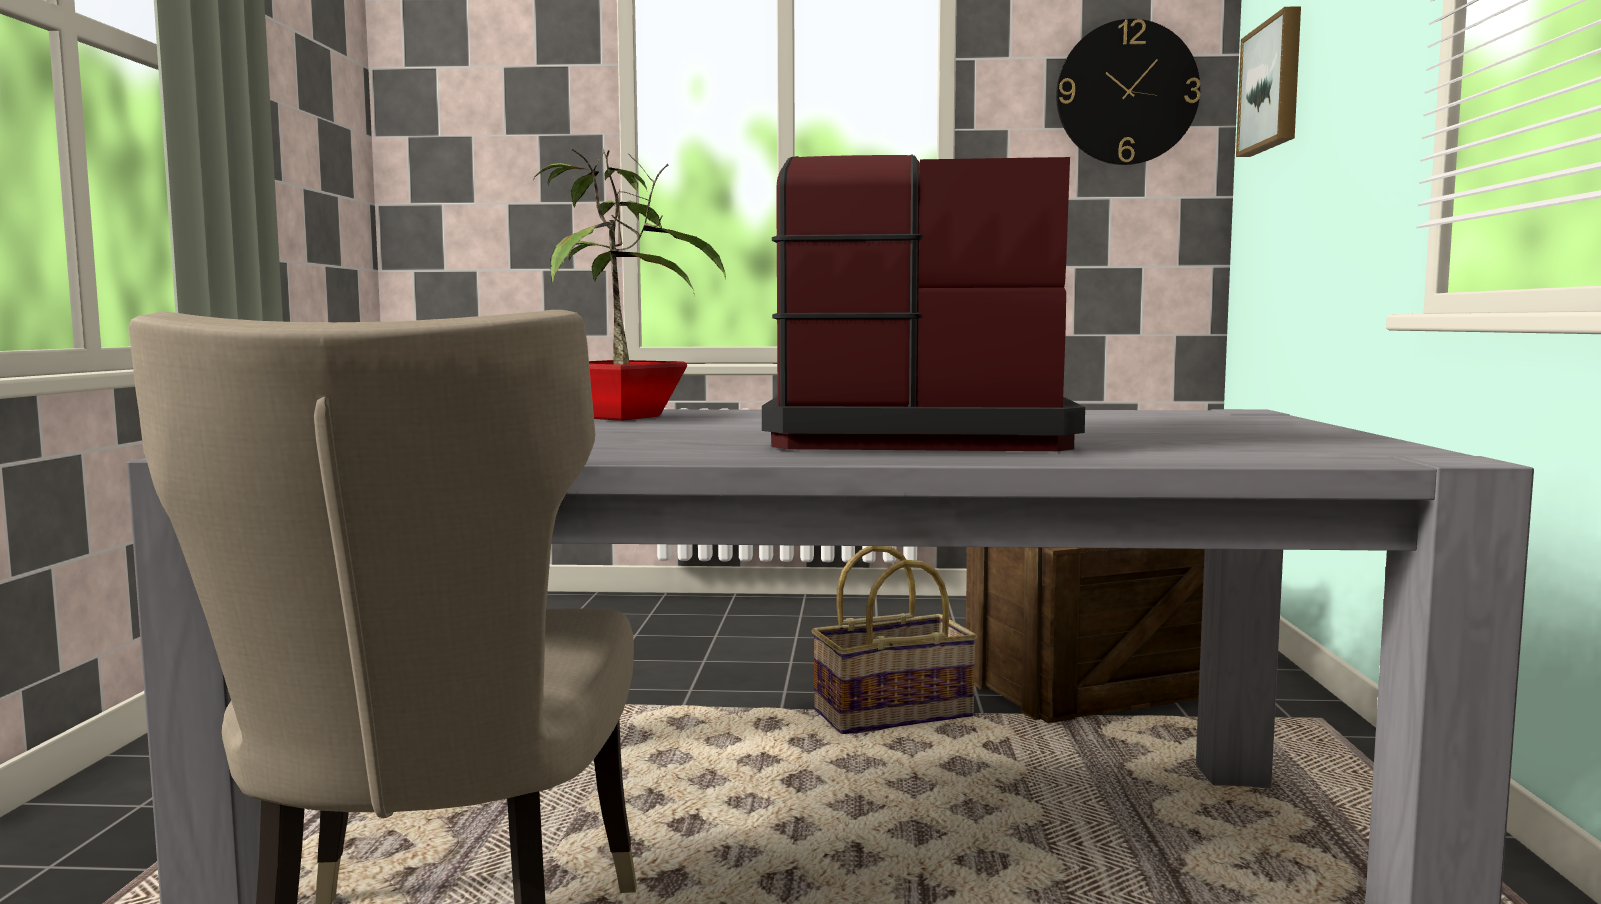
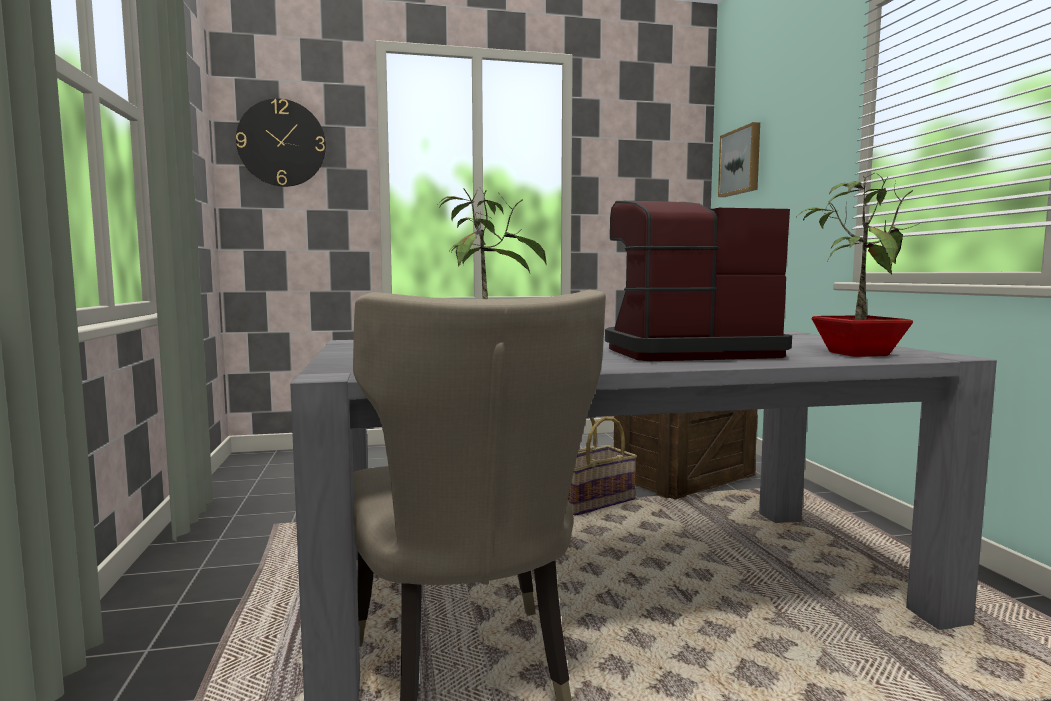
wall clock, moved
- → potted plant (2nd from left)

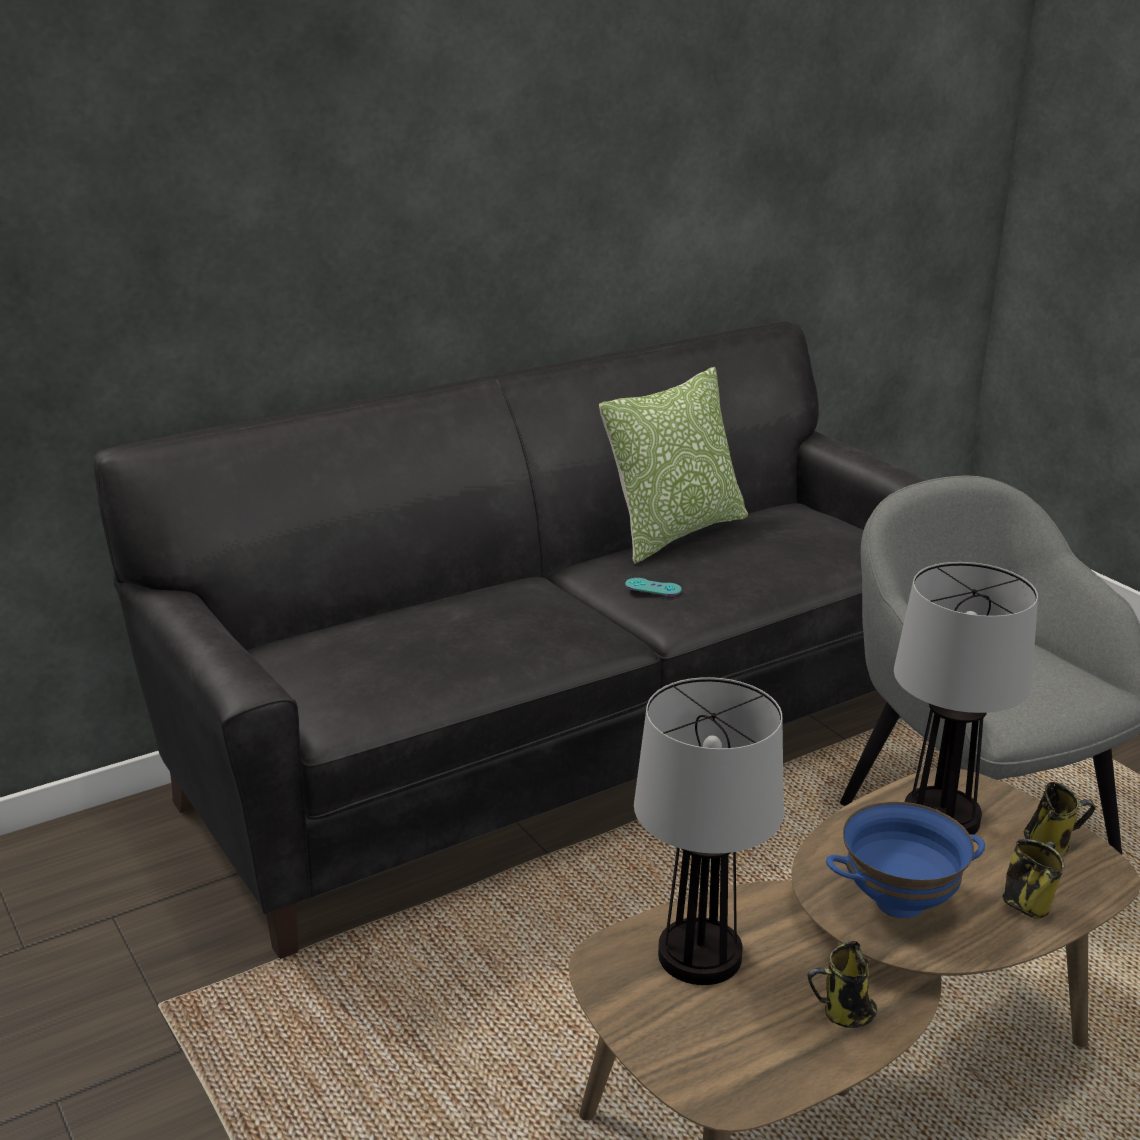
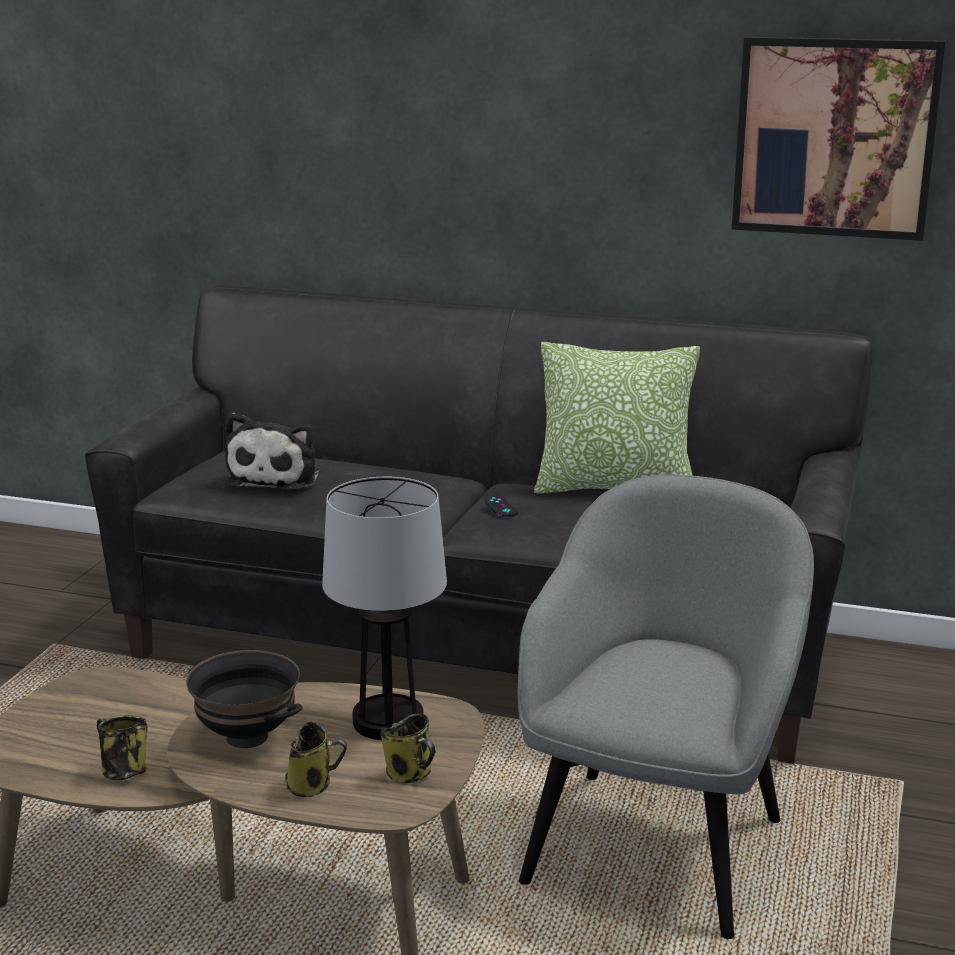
blue-green game controller → black-coloured game controller
table lamp (1st from left) → -
bluish deep dish → black-coloured deep dish
- → cuddly toy
- → wall picture

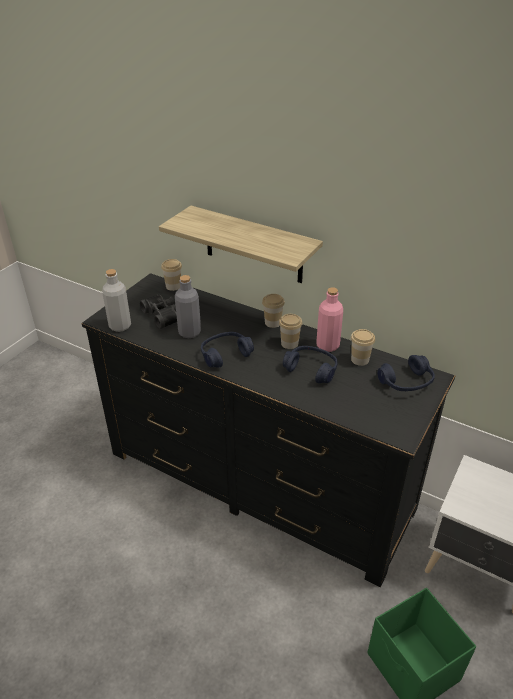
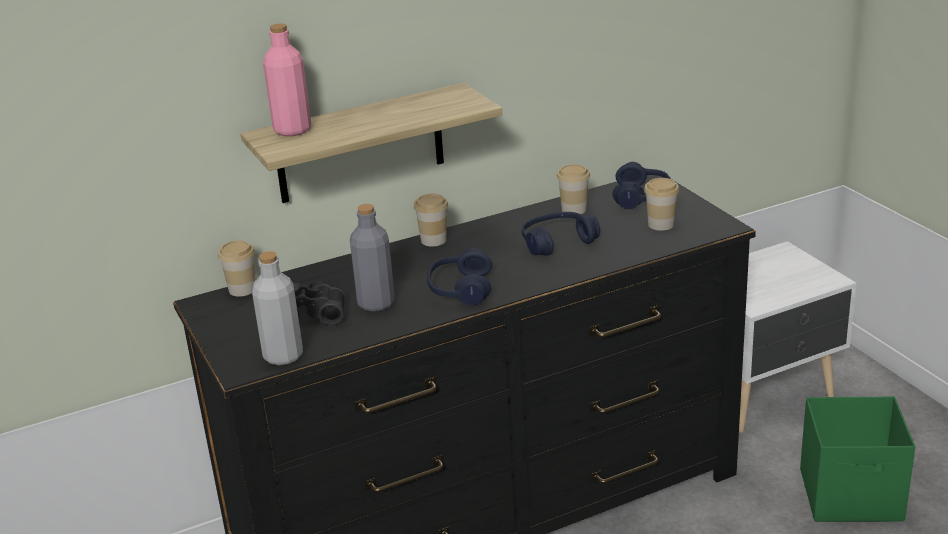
drinking cup (3rd from left in the first image) → drinking cup (4th from left), moved
pink drink bottle, moved

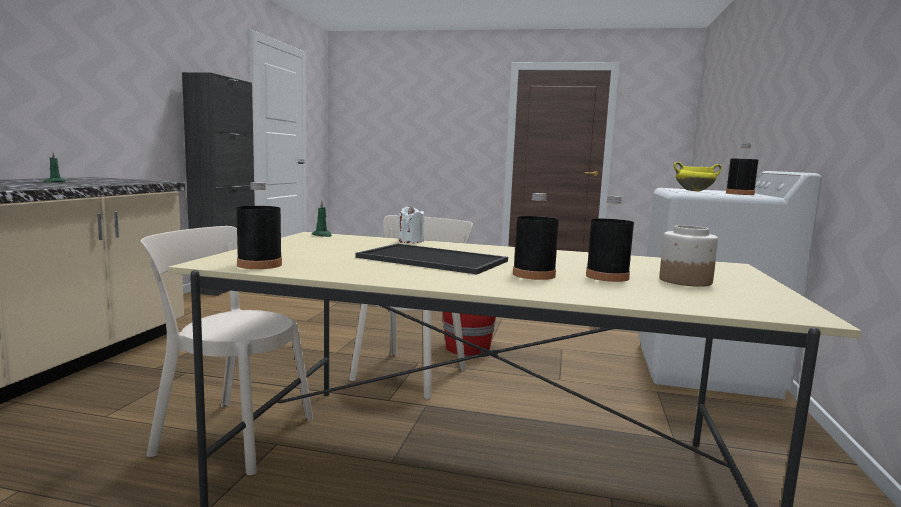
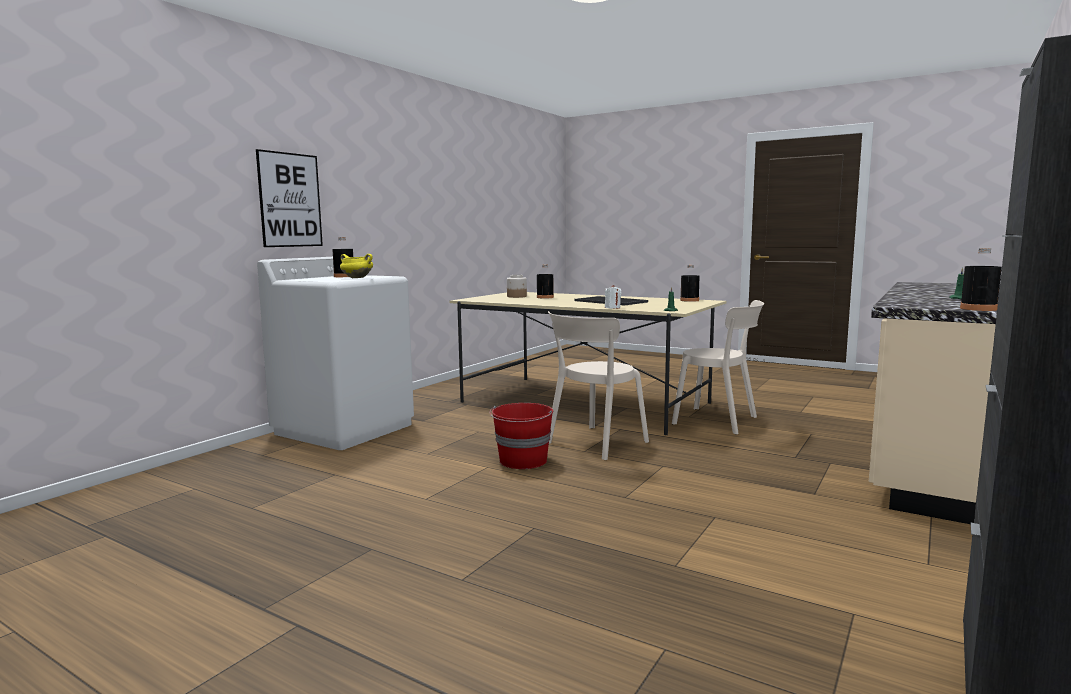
black-coloured drink bottle (2nd from left in the first image) → black-coloured drink bottle (4th from left), moved
- → wall picture

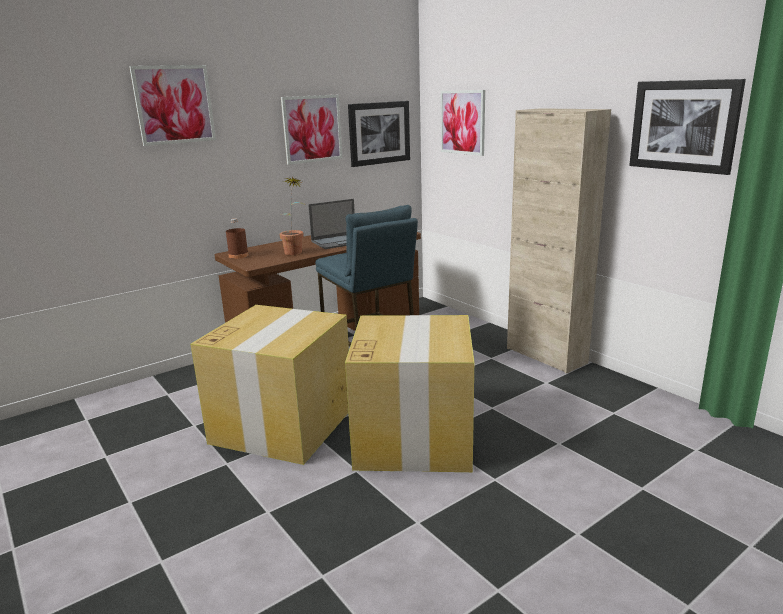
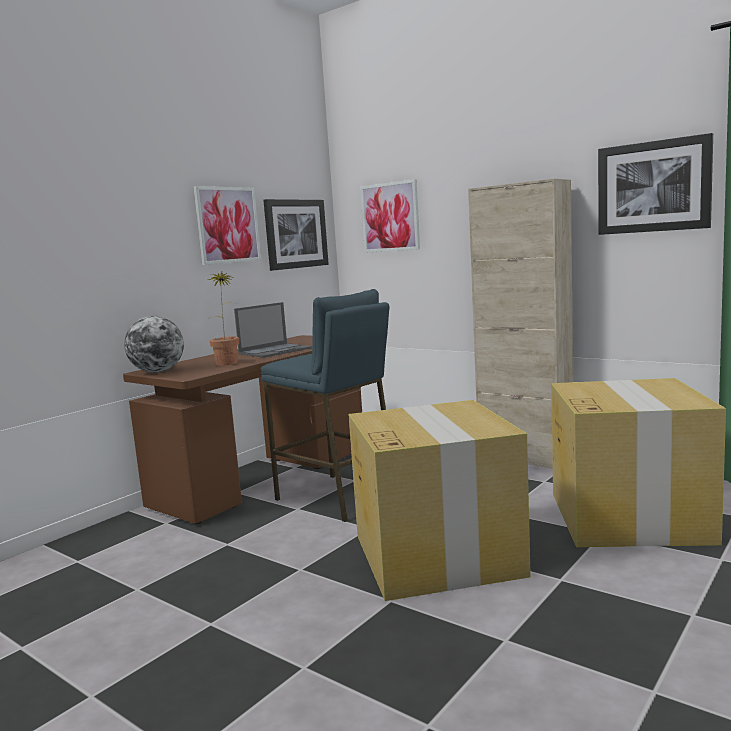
wall picture (1st from left) → -
carton (1st from left in the first image) → carton (2nd from left), moved
brownish drink bottle → desk globe

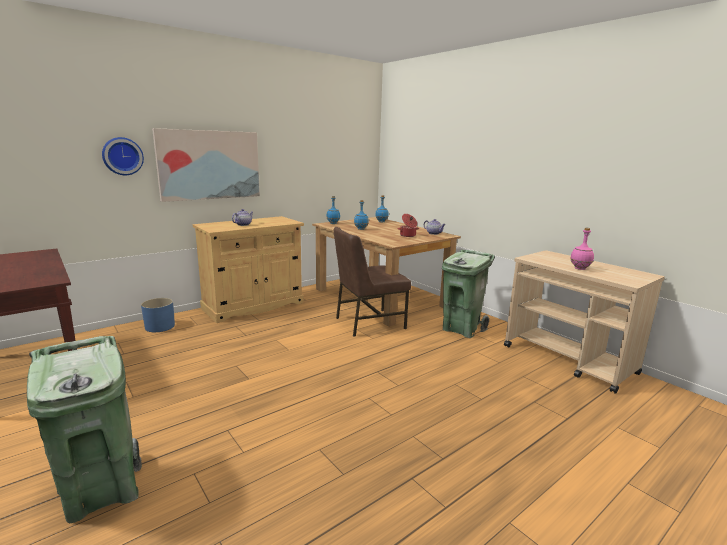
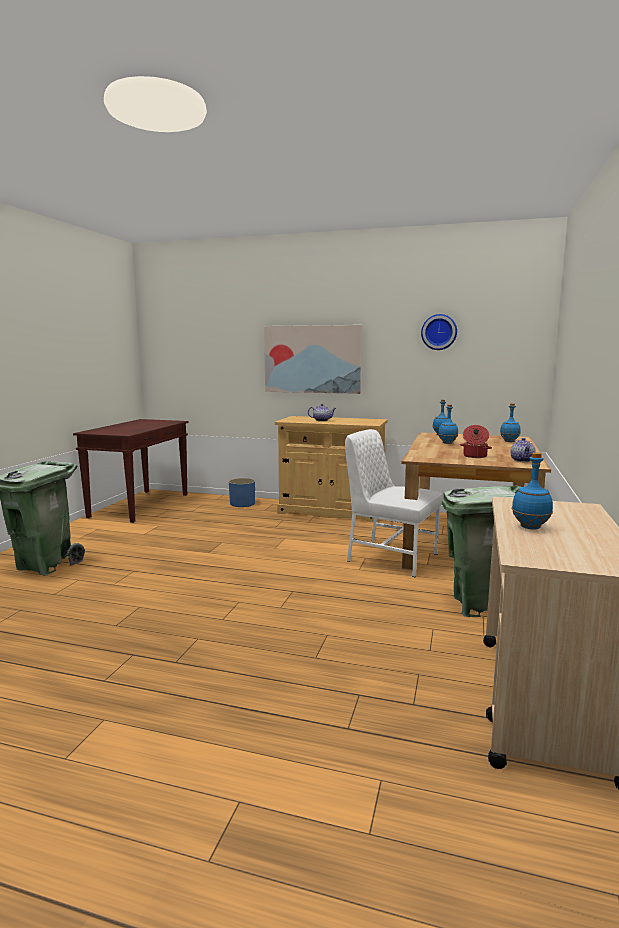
wall clock, moved
brownish chair → white chair
pink drink bottle → bluish drink bottle (4th from left)

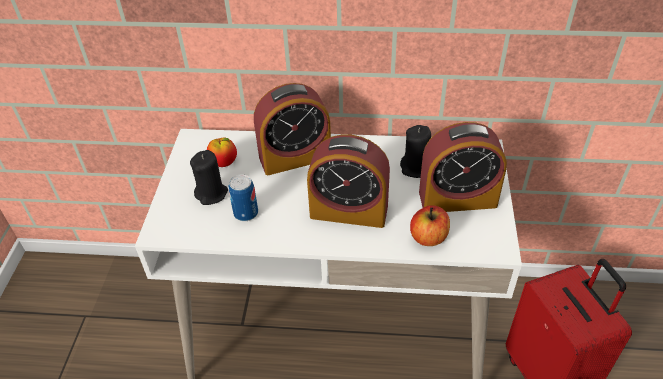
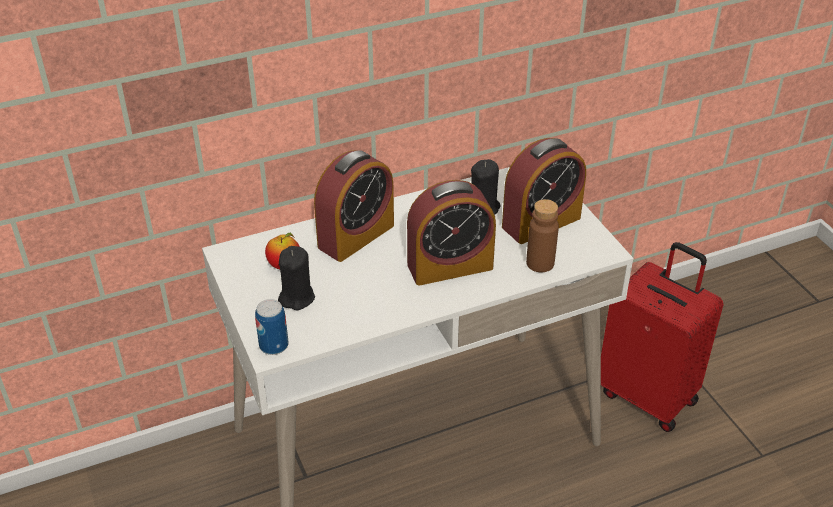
can, moved
apple (2nd from left) → brownish drink bottle

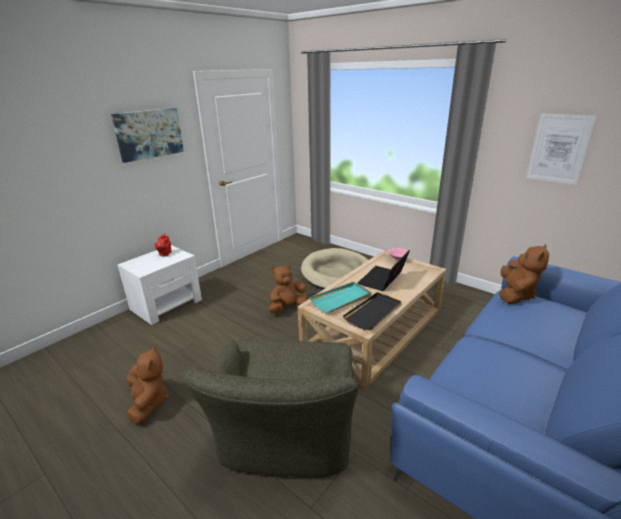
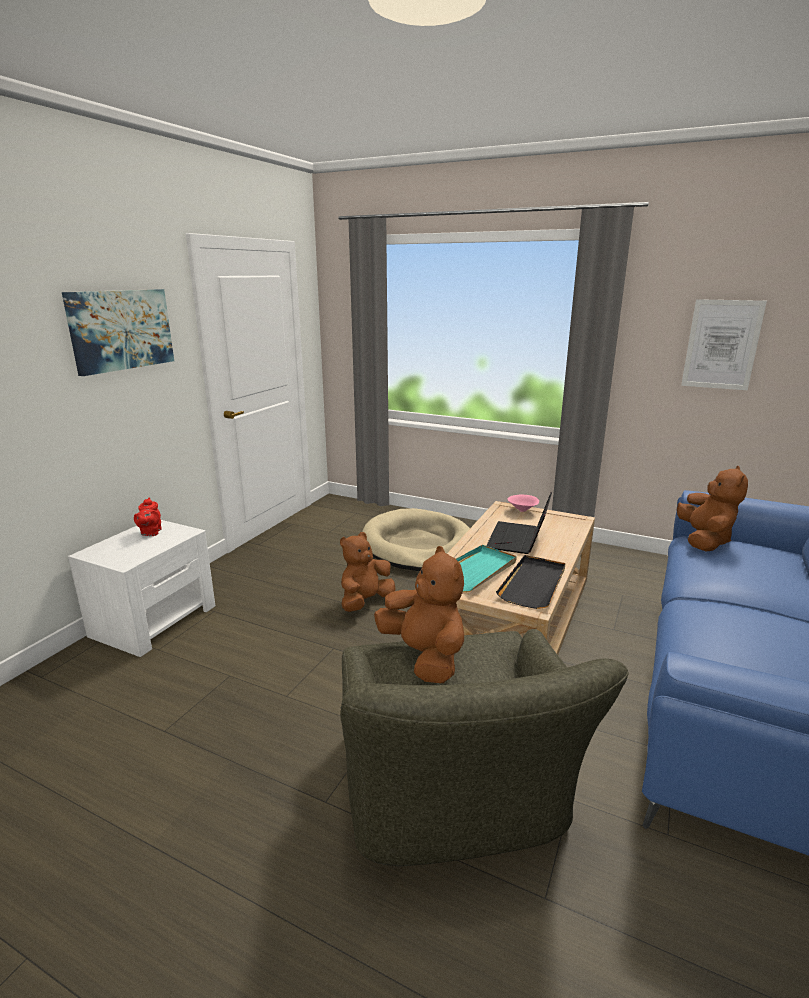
brownish cuddly toy (1st from left in the first image) → brownish cuddly toy (2nd from left), moved

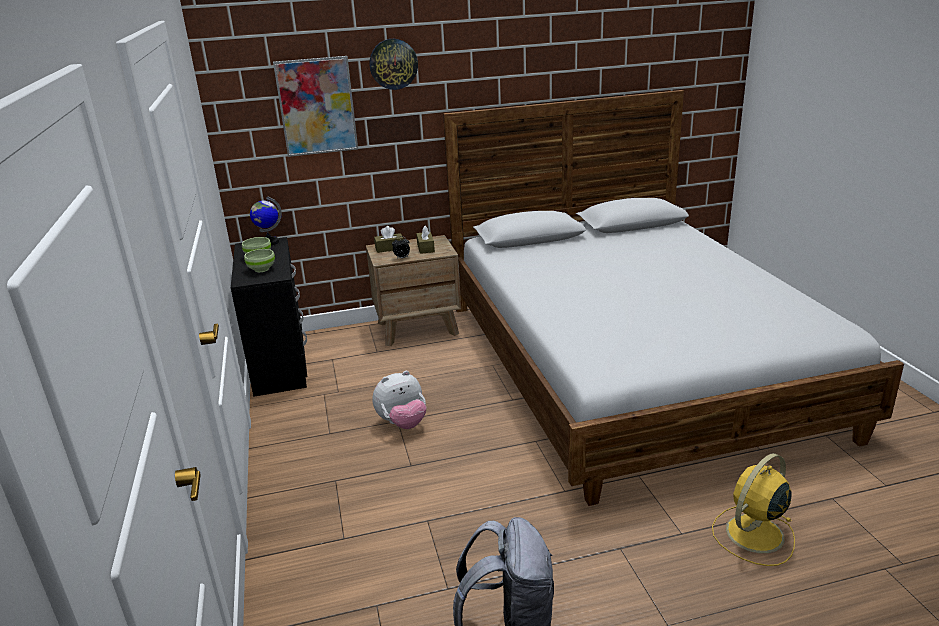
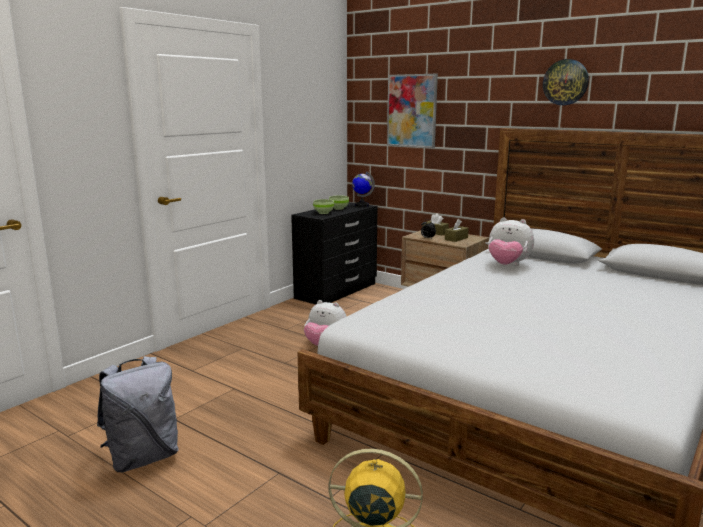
wall clock, moved
- → cuddly toy (2nd from left)

